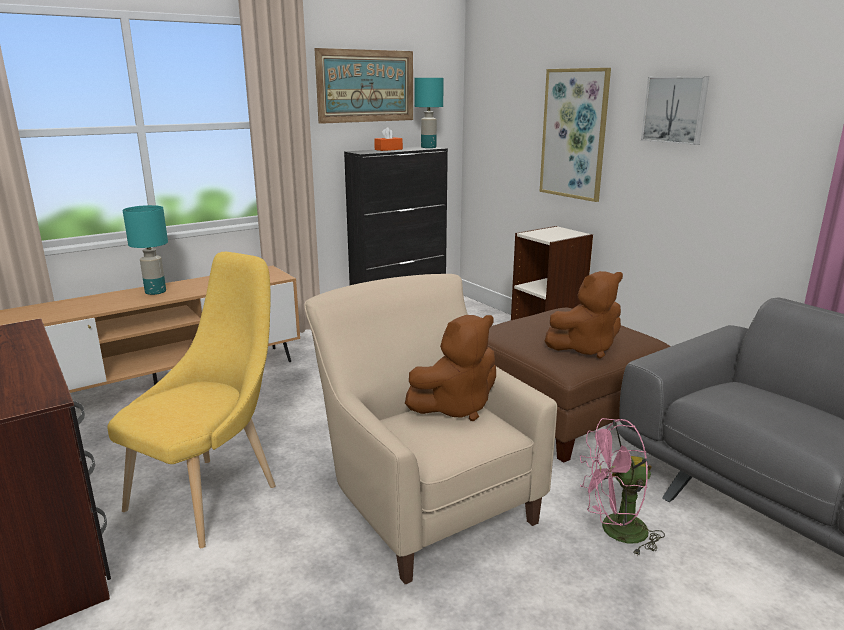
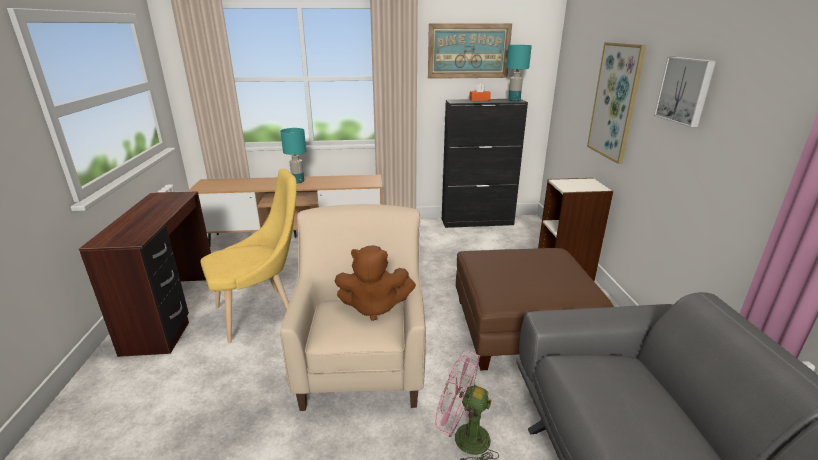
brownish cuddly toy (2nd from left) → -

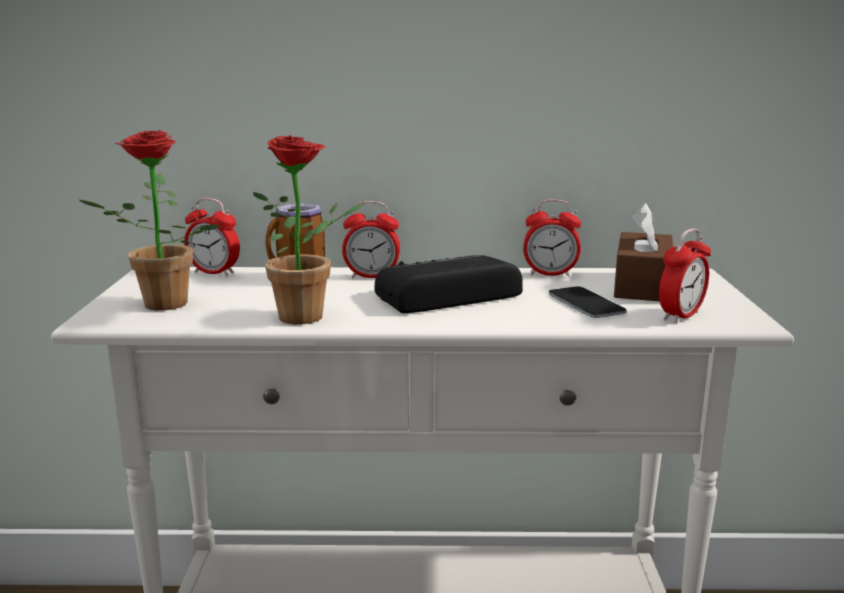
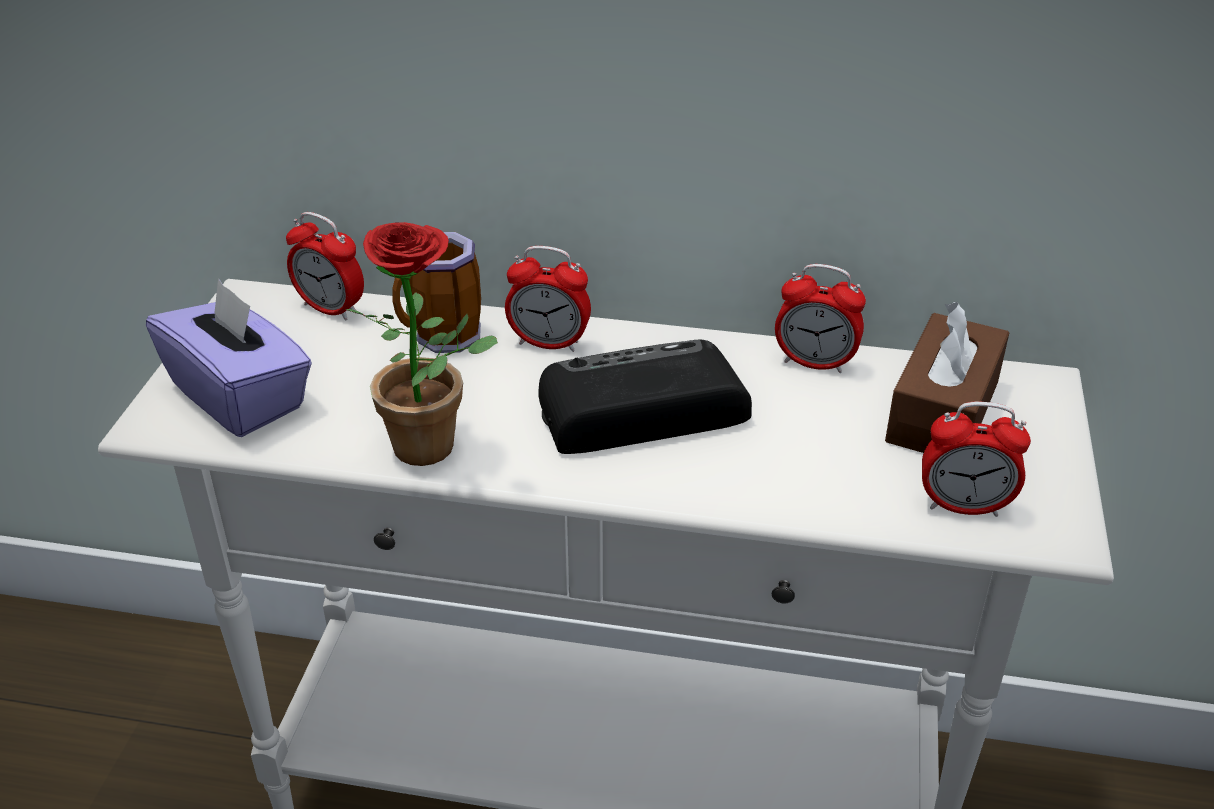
potted plant (1st from left) → purple tissue box
phone → -
bedside clock (4th from left), 45 degrees clockwise

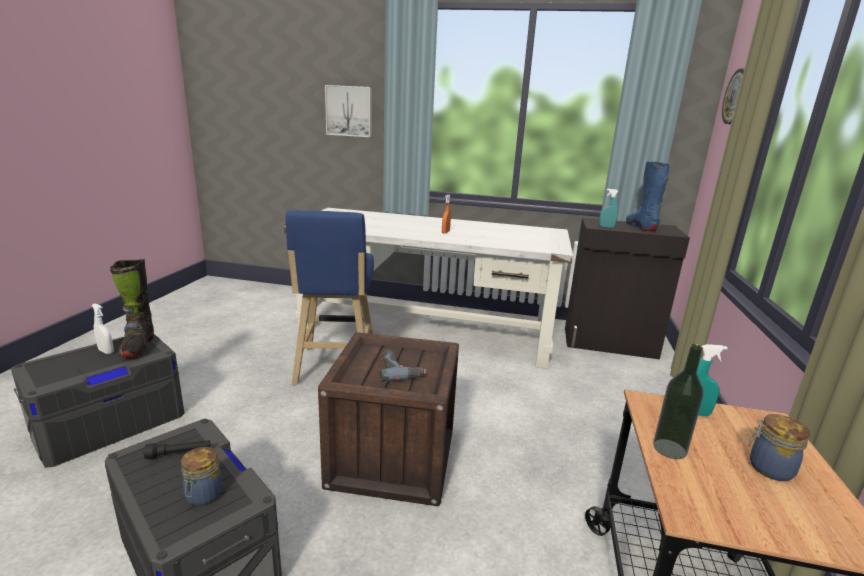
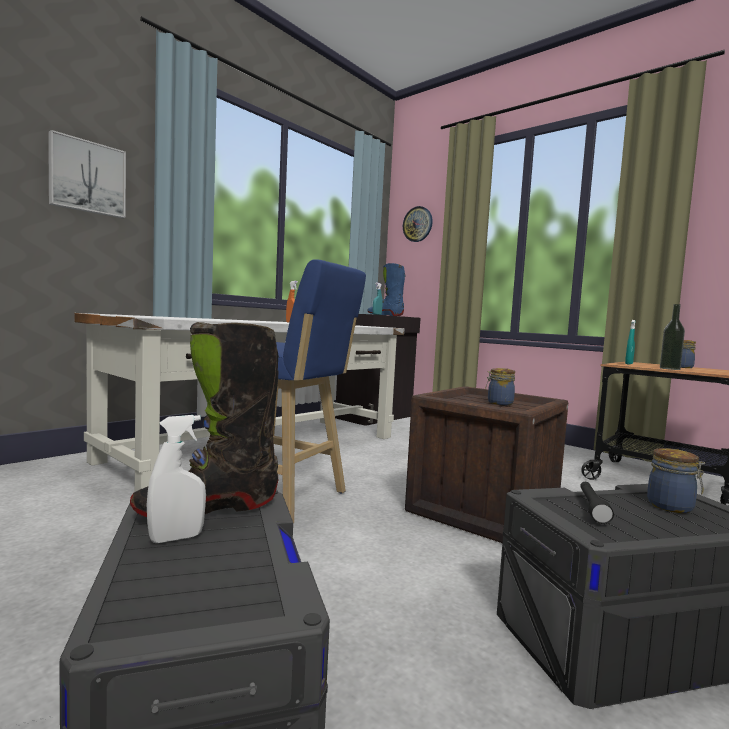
black-coloured high-top boot, 135 degrees clockwise
power drill → storage jar (1st from left)

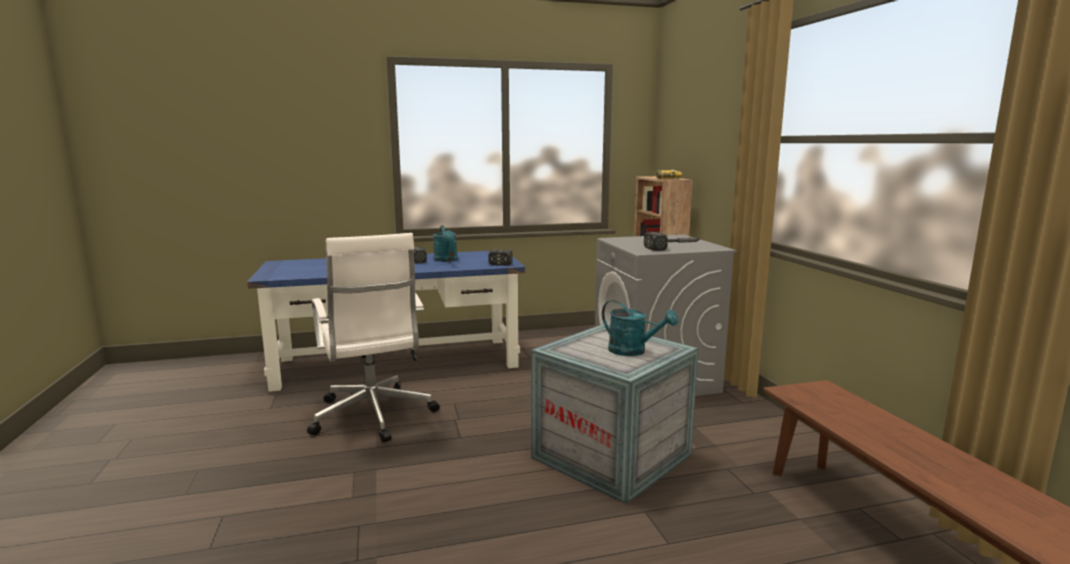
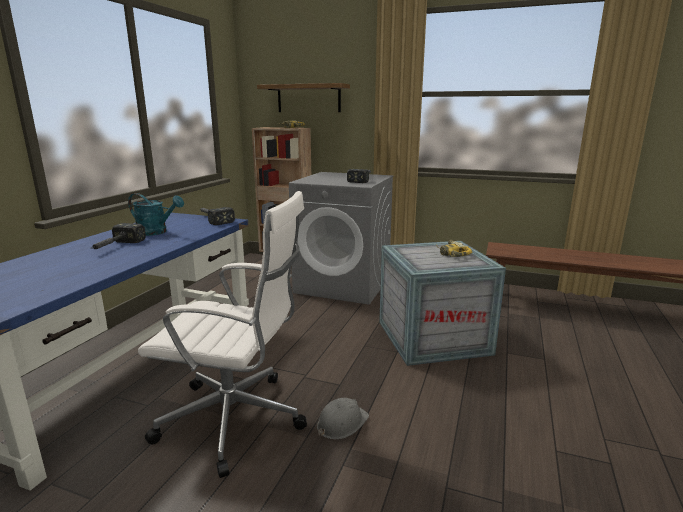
blue-green sprinkling can (2nd from left) → power drill (2nd from left)
- → shelf
- → grey hard hat

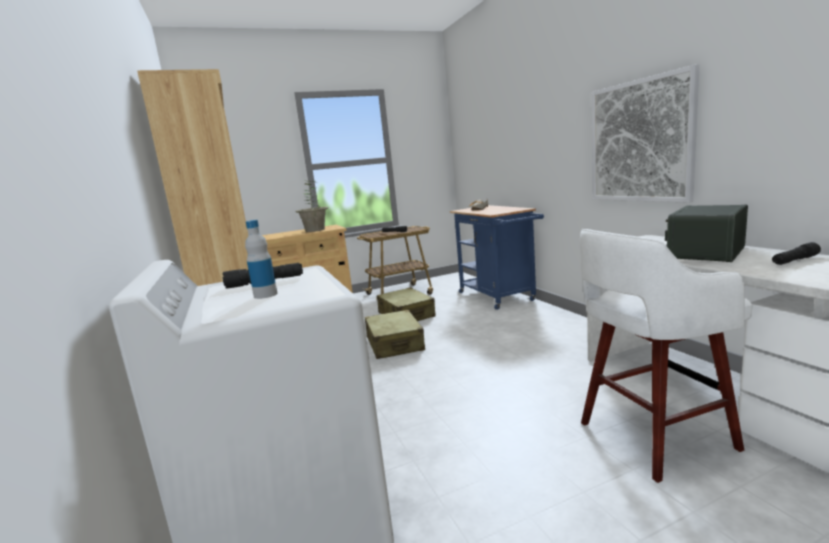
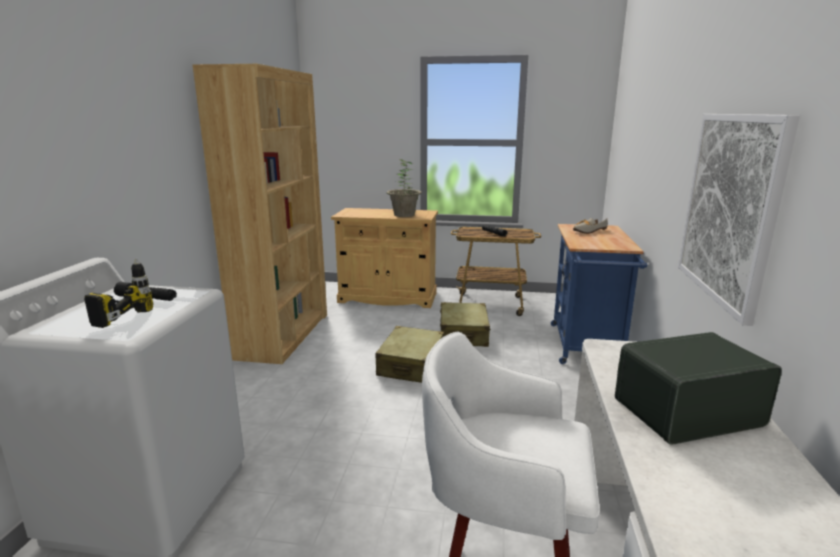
drink bottle → power drill
black-coloured torch (3rd from left) → -

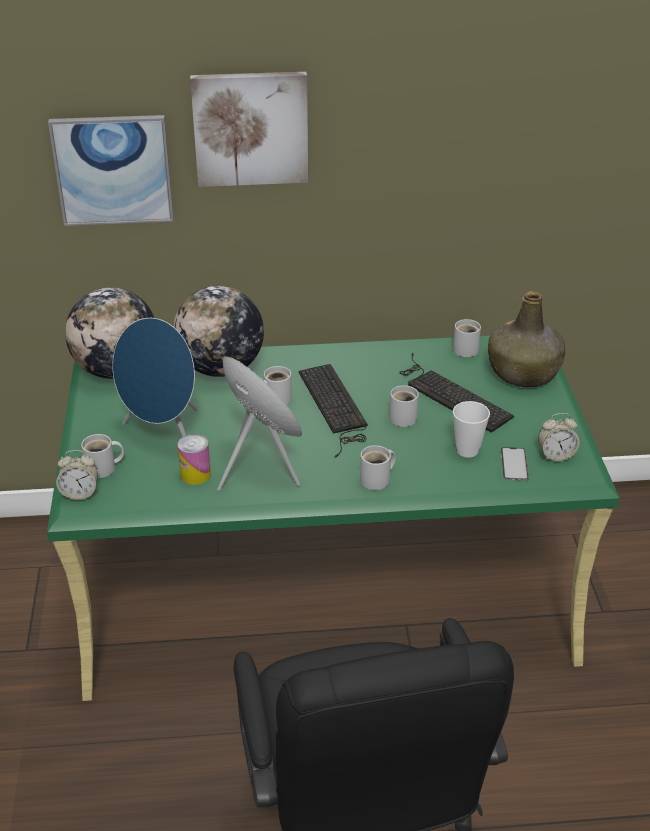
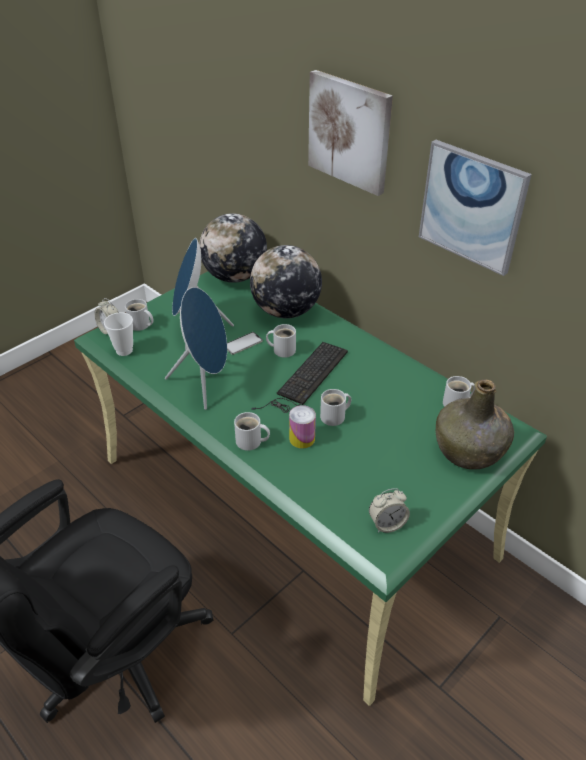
wall picture (1st from left in the first image) → wall picture (2nd from left), moved
can, moved
keyboard (2nd from left) → -
drinking cup, moved
phone, moved
bedside clock (2nd from left), 60 degrees counterclockwise

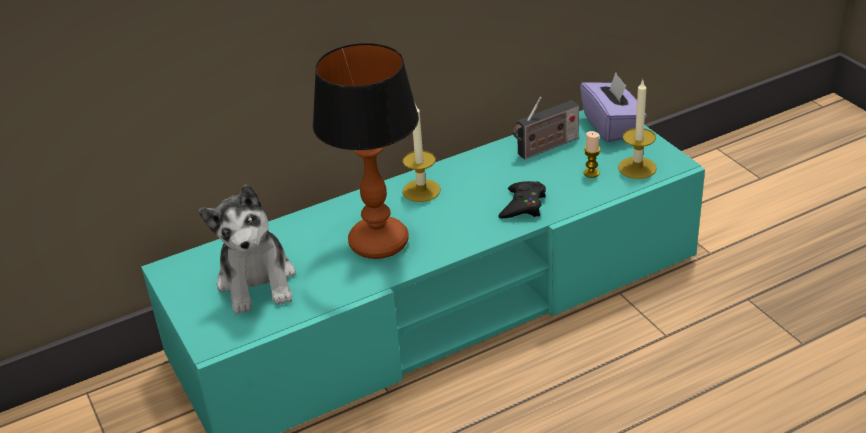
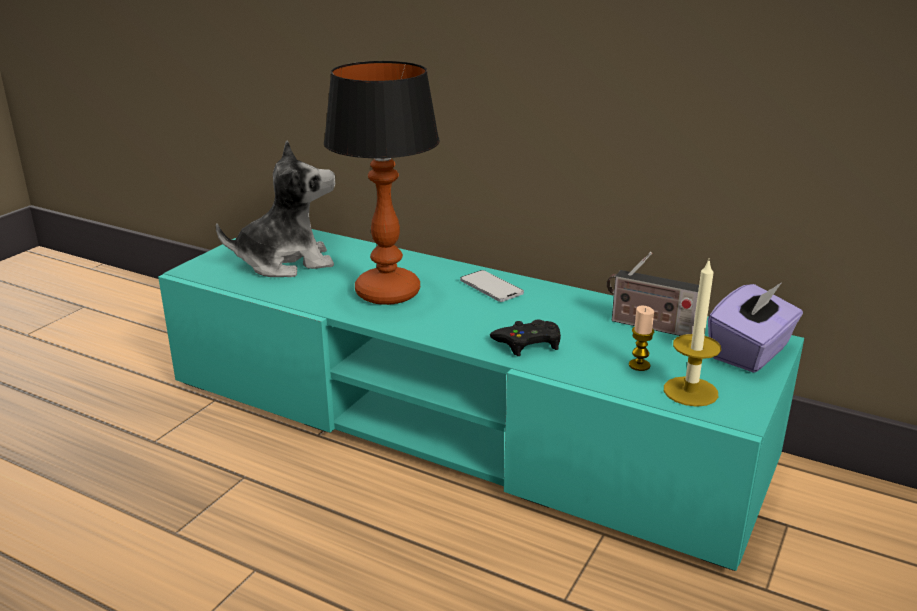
cuddly toy, 150 degrees counterclockwise
wax light (1st from left) → phone

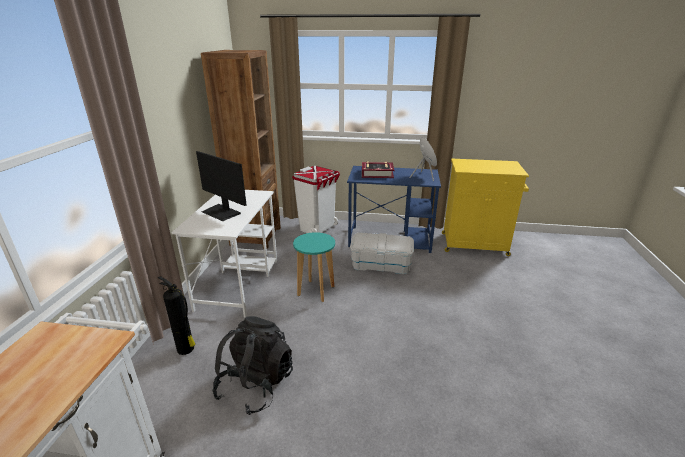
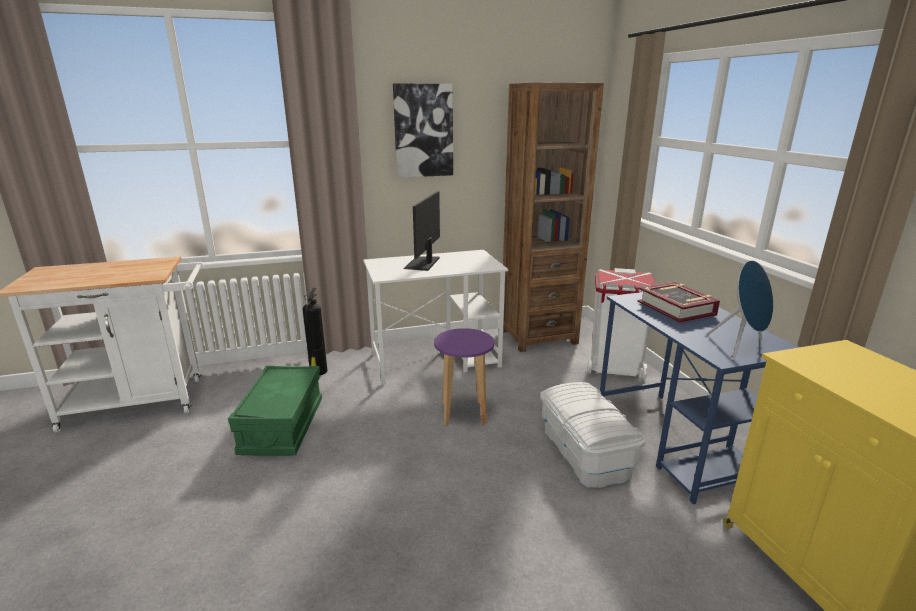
black-coloured rucksack → greenish storage bin
blue-green stool → purple stool
- → wall picture

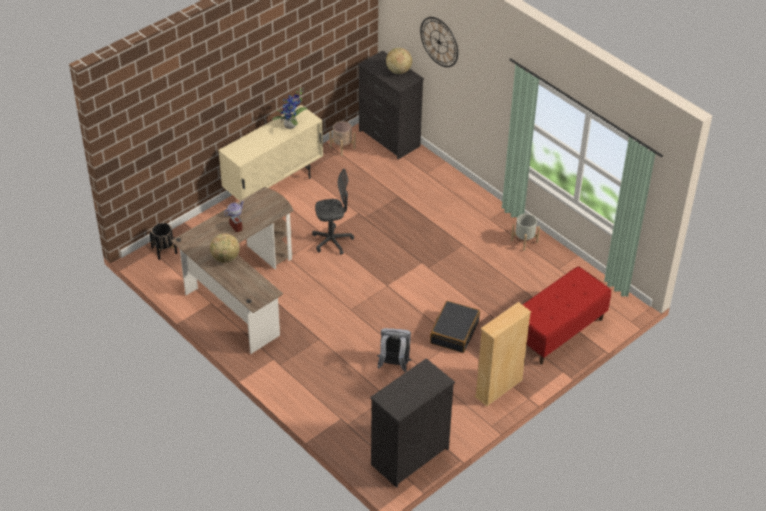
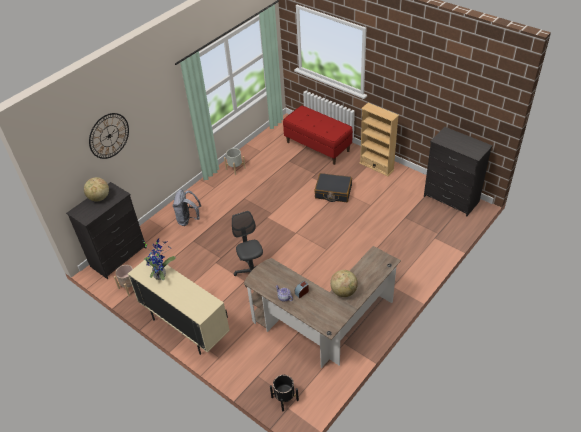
grey rucksack, moved

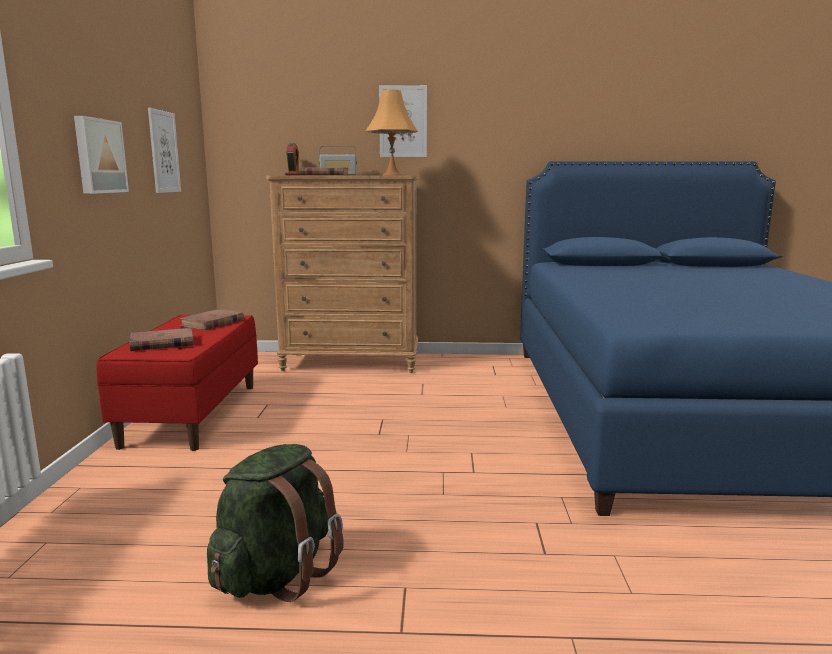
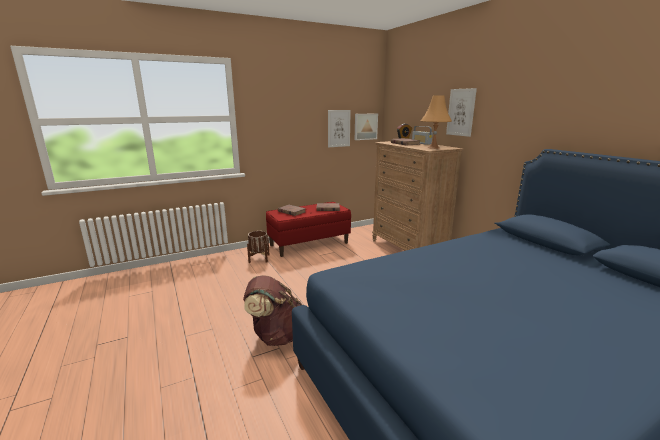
wall picture (1st from left in the first image) → wall picture (2nd from left), moved
greenish rucksack → -
- → brownish rucksack
- → brownish plant pot

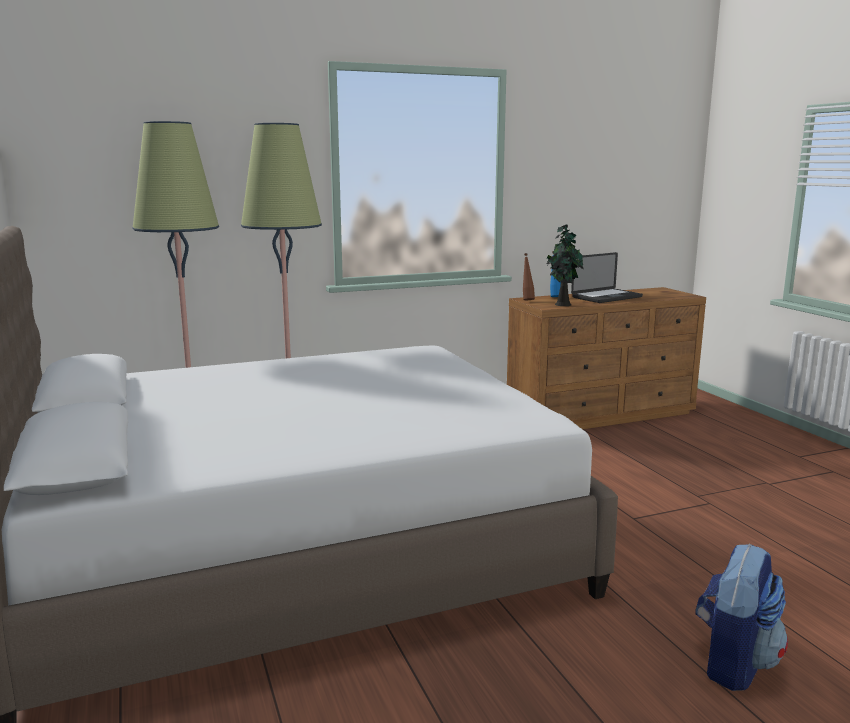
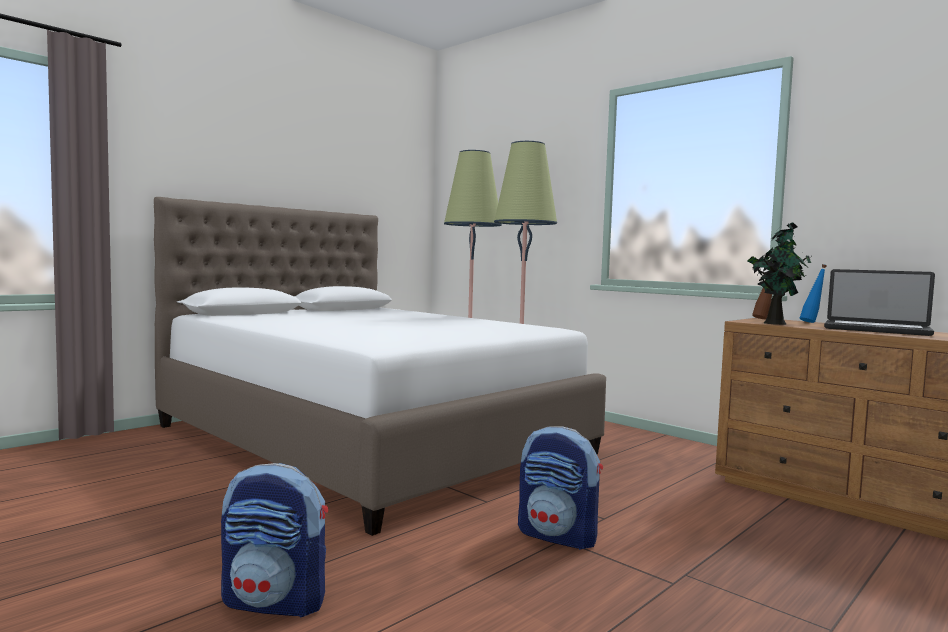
- → rucksack (2nd from left)

